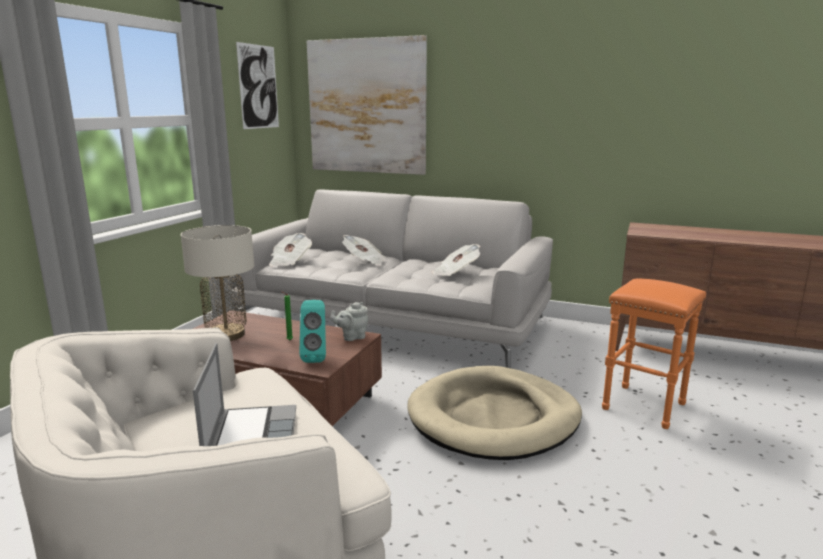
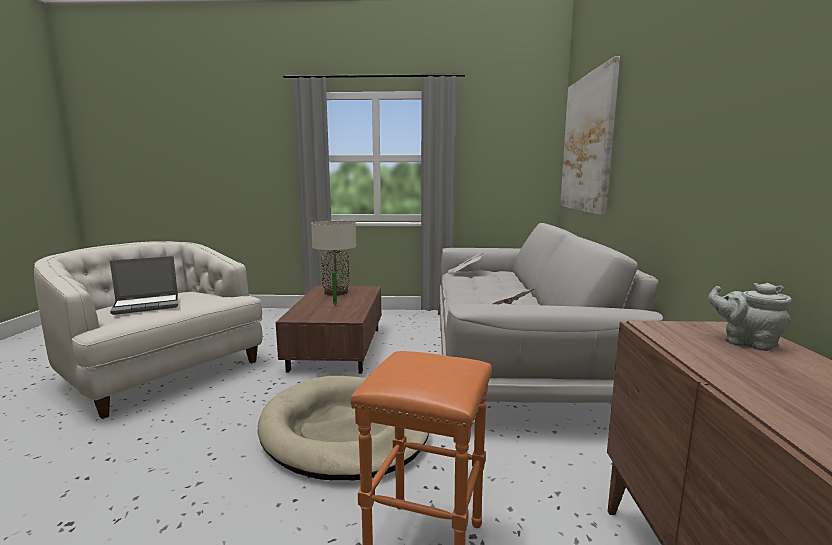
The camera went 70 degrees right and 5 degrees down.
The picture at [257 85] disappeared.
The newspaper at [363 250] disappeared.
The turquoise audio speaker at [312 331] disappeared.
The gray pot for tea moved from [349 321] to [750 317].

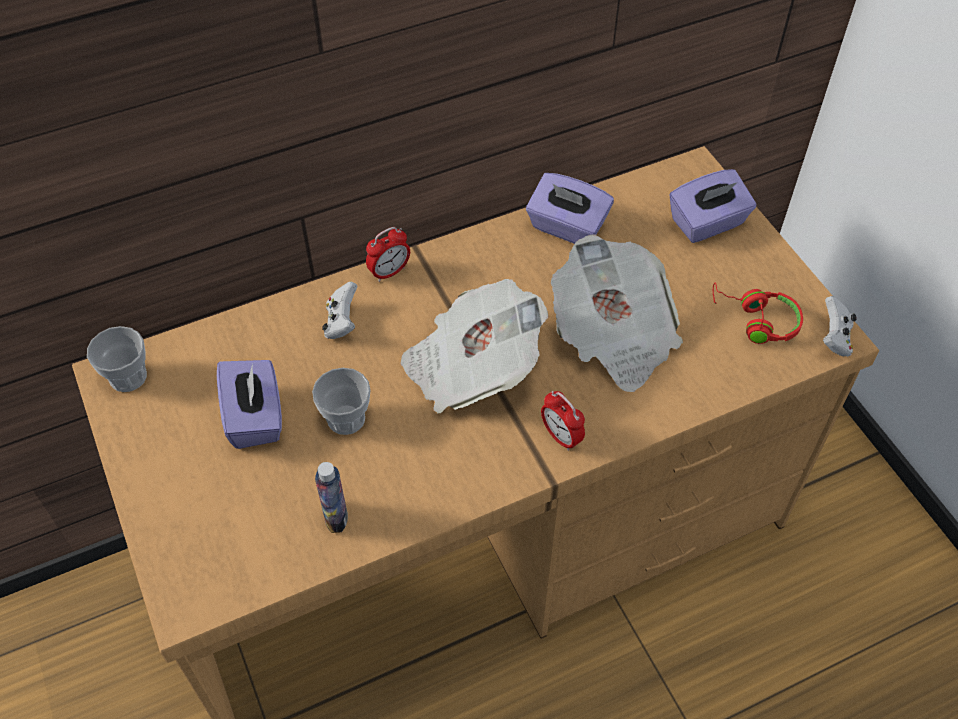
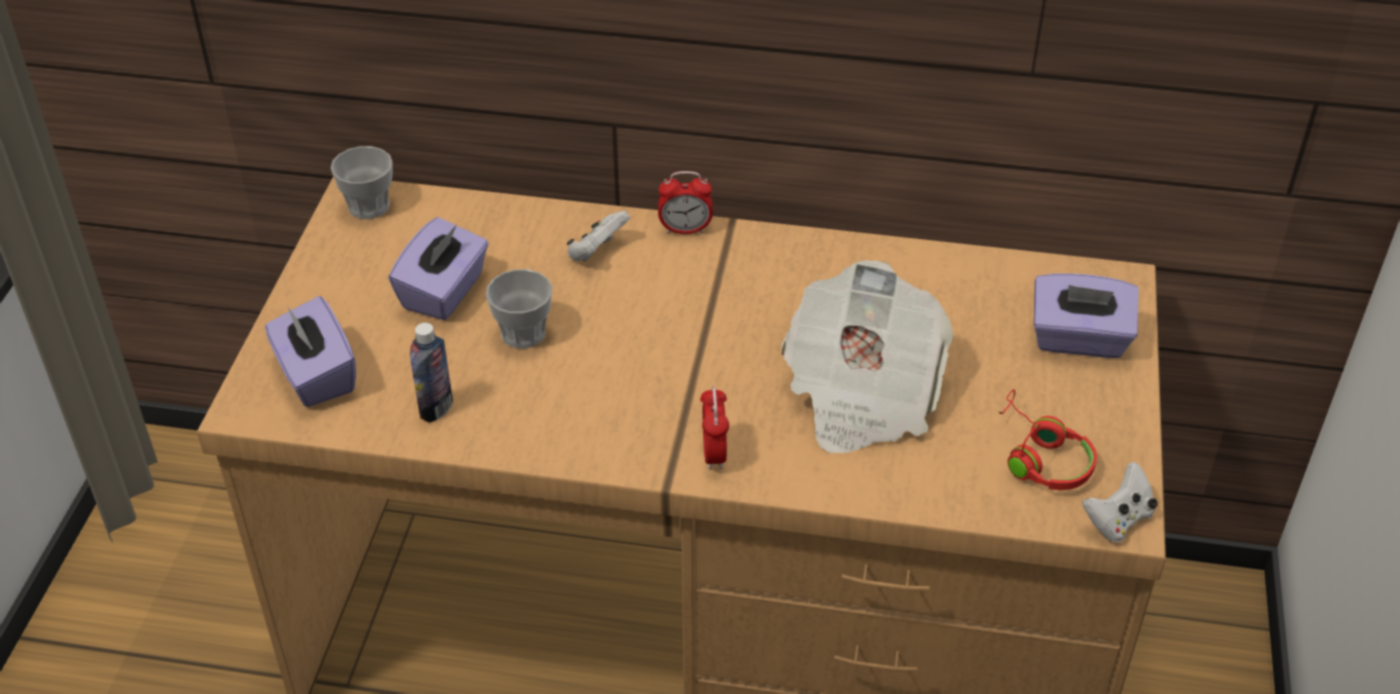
The camera went 35 degrees right and 10 degrees down.
The purple-coloured tissue holder moved from [570 208] to [310 351].
The newspaper at [474 346] disappeared.

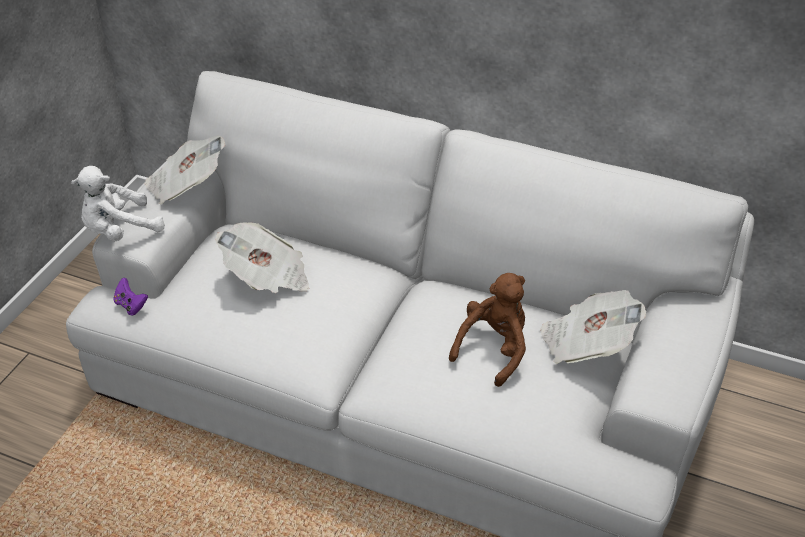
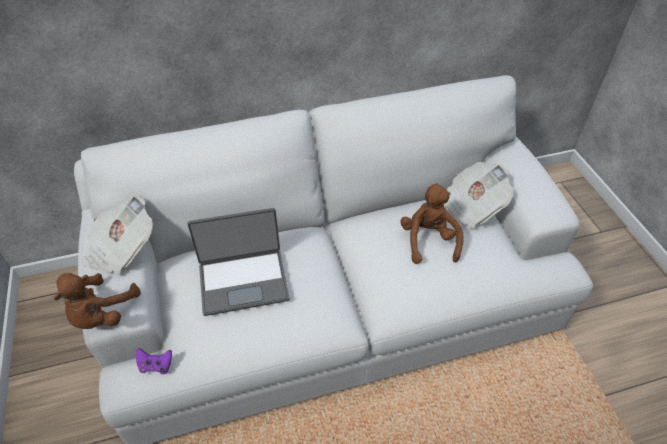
The camera went 40 degrees left and 5 degrees up.
The white plush toy at [118 203] became the brown-coloured plush toy at [97 301].
The newspaper at [262 257] was replaced by the laptop at [239 262].

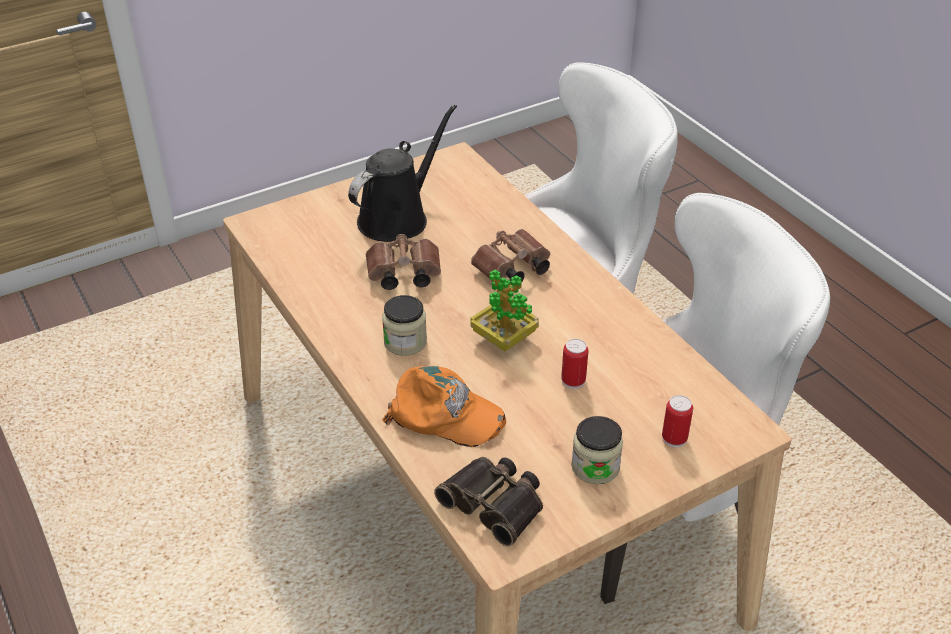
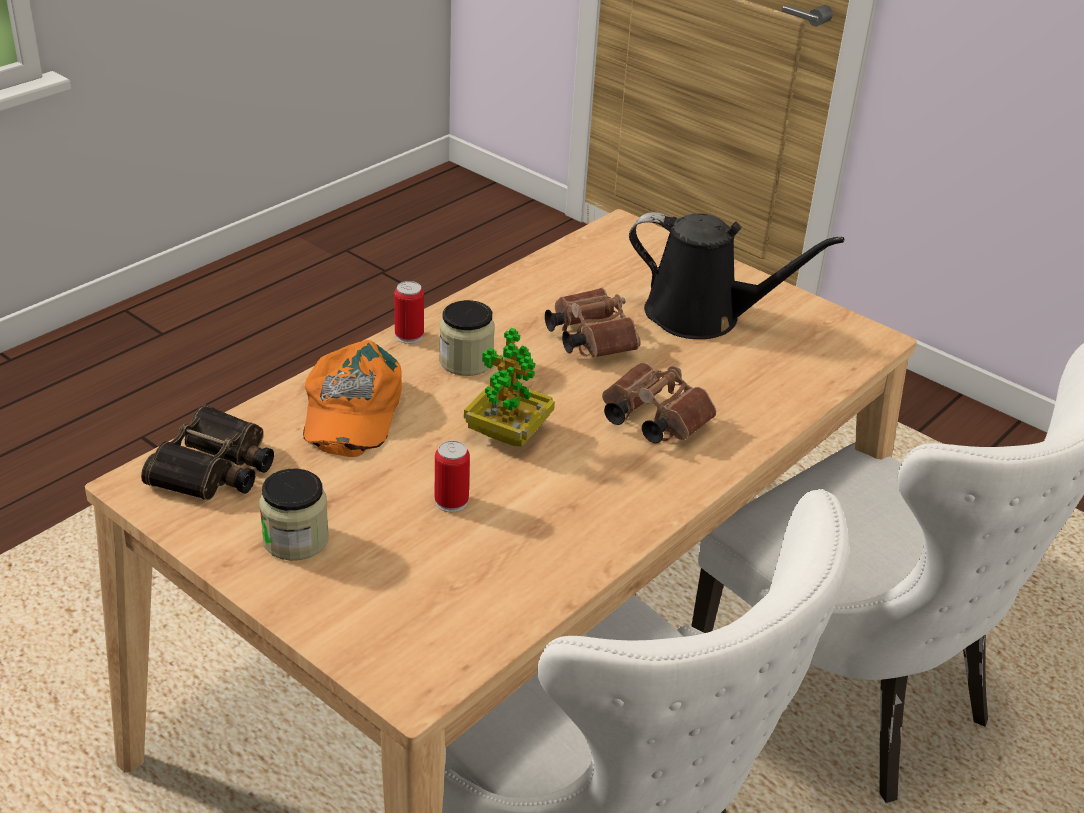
The camera went 70 degrees right and 5 degrees down.
The can moved from [677 421] to [409 312].

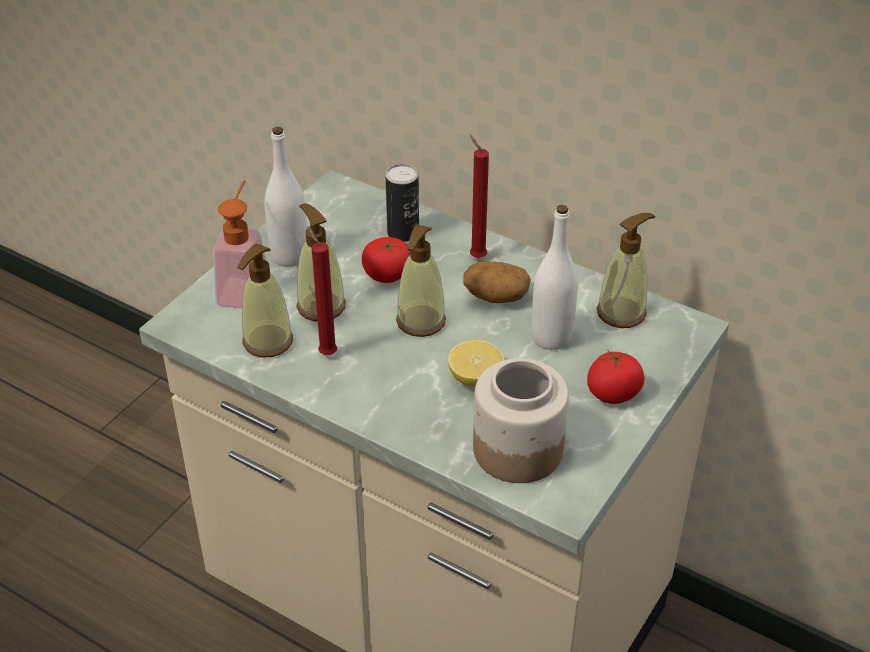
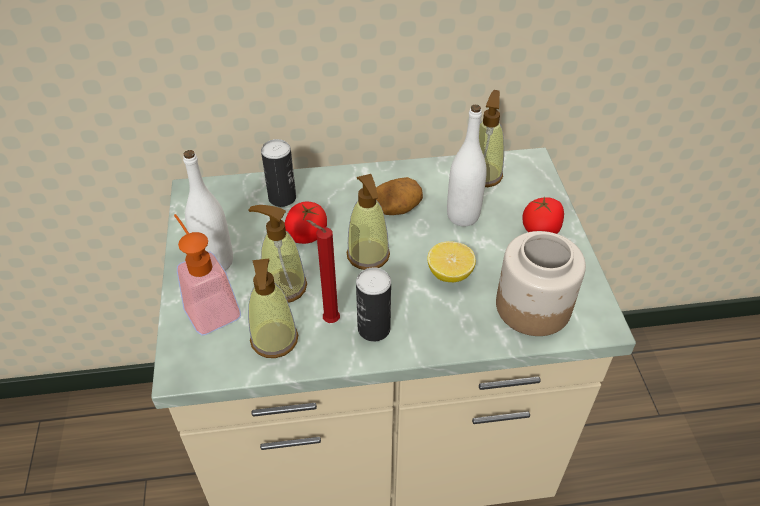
The camera went 40 degrees left and 5 degrees up.
The red wax light at [479 196] disappeared.
The can at [373 304] appeared.

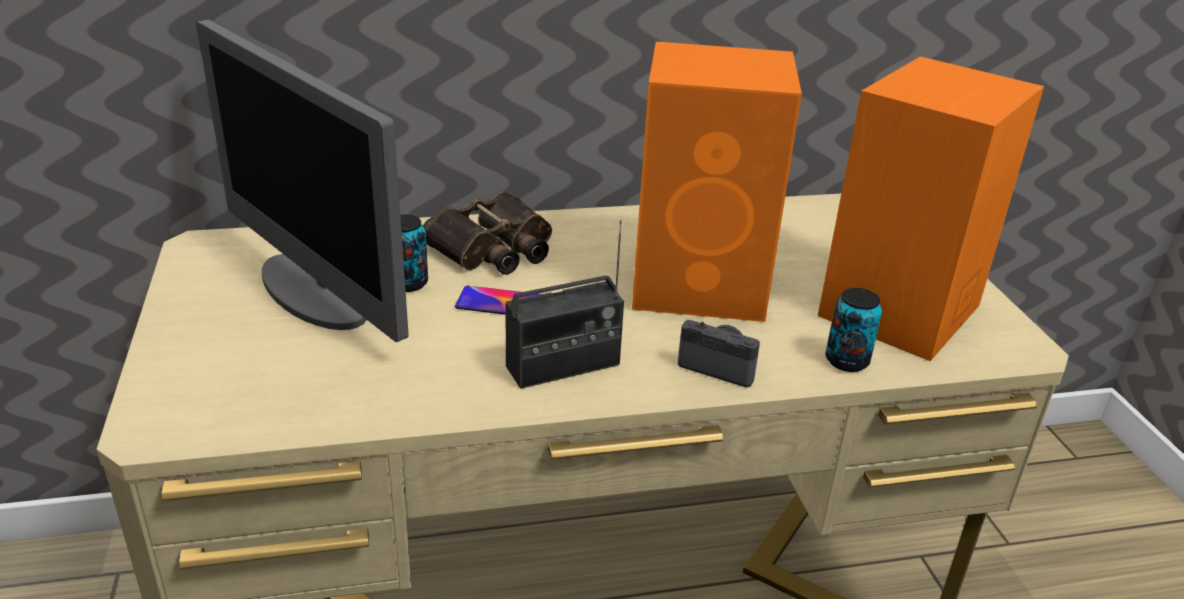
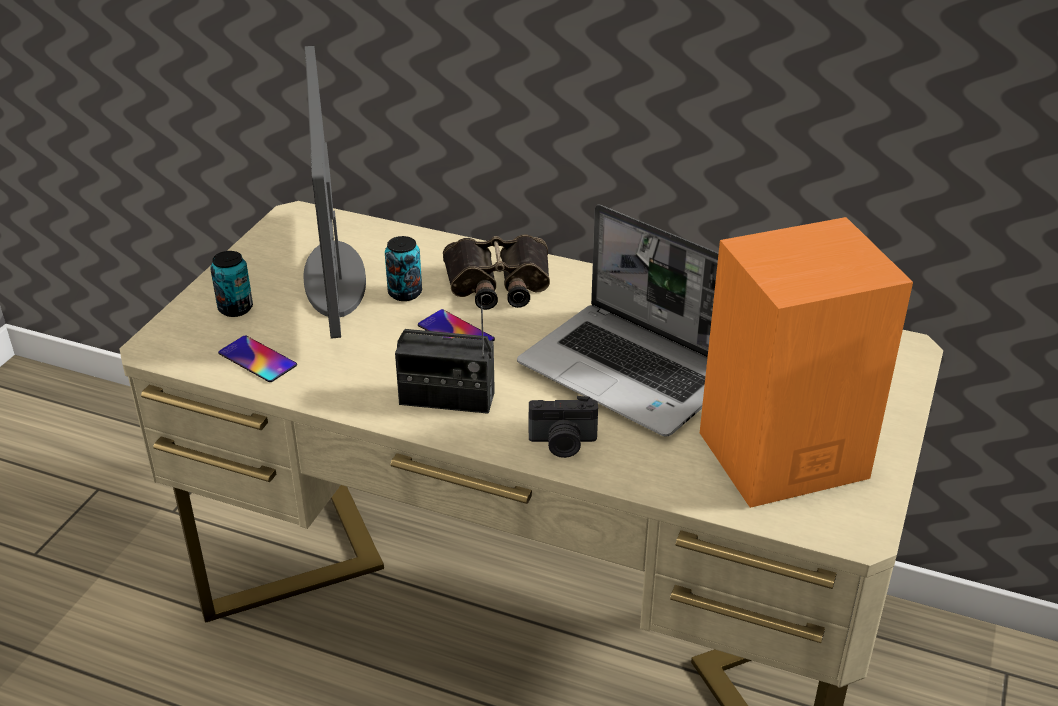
The camera went 35 degrees right and 5 degrees up.
The orangey audio speaker at [717 182] was replaced by the laptop at [618 320].
The can moved from [853 330] to [231 284].
The photo camera at [719 353] turned 120 degrees clockwise.
The phone at [257 358] appeared.

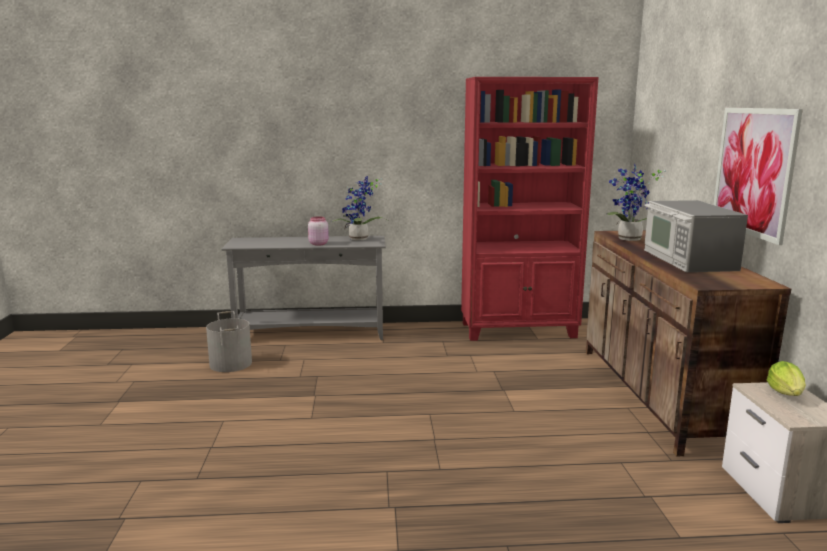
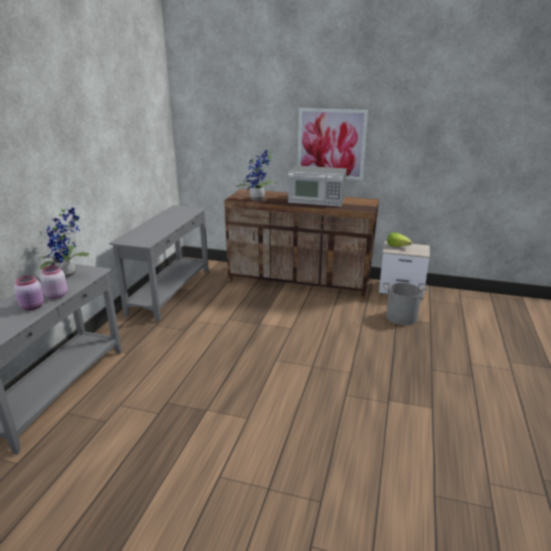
The camera went 70 degrees left and 10 degrees up.
The red bookshelf at [530 209] was replaced by the gray narrow table at [159 263].
The gray bucket moved from [229 341] to [406 304].
The pink-coloured jar at [29 293] appeared.

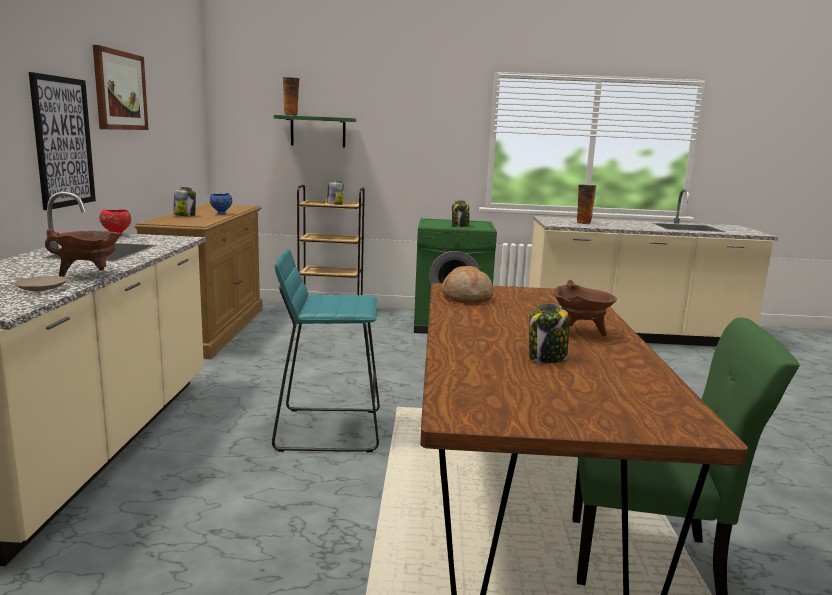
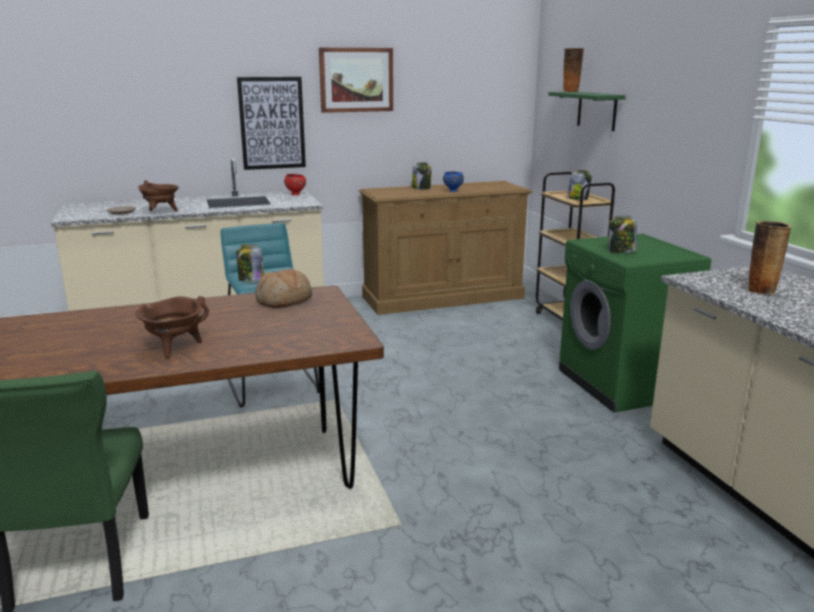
The camera went 70 degrees right and 5 degrees up.
The jar moved from [549 333] to [250 263].

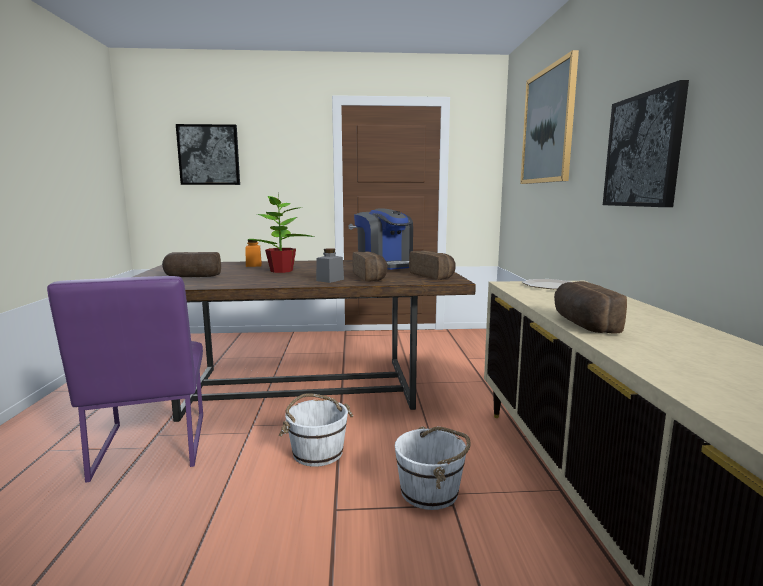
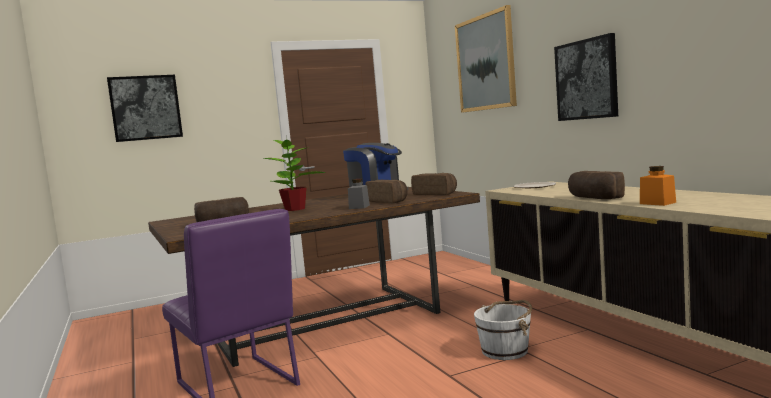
The camera went 20 degrees left and 5 degrees down.
The orangey jar moved from [253 253] to [658 186].
The white bucket at [316 430] disappeared.

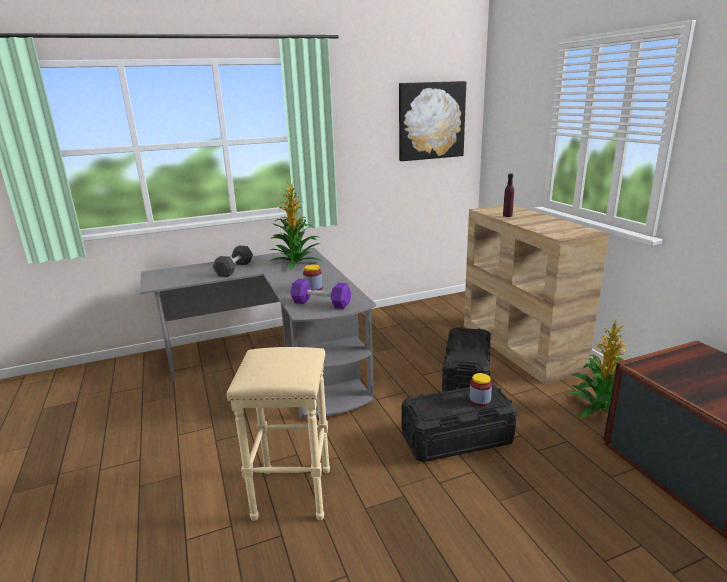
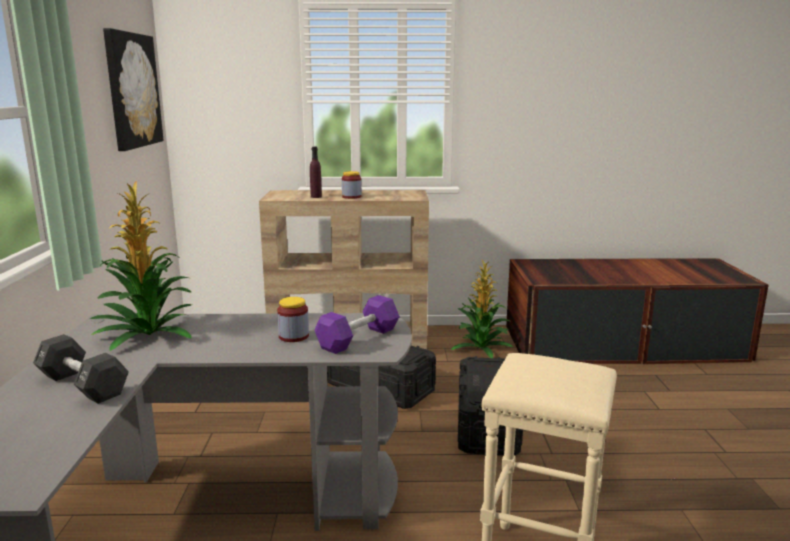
The camera went 70 degrees left and 5 degrees down.
The jar moved from [480 389] to [351 185].

